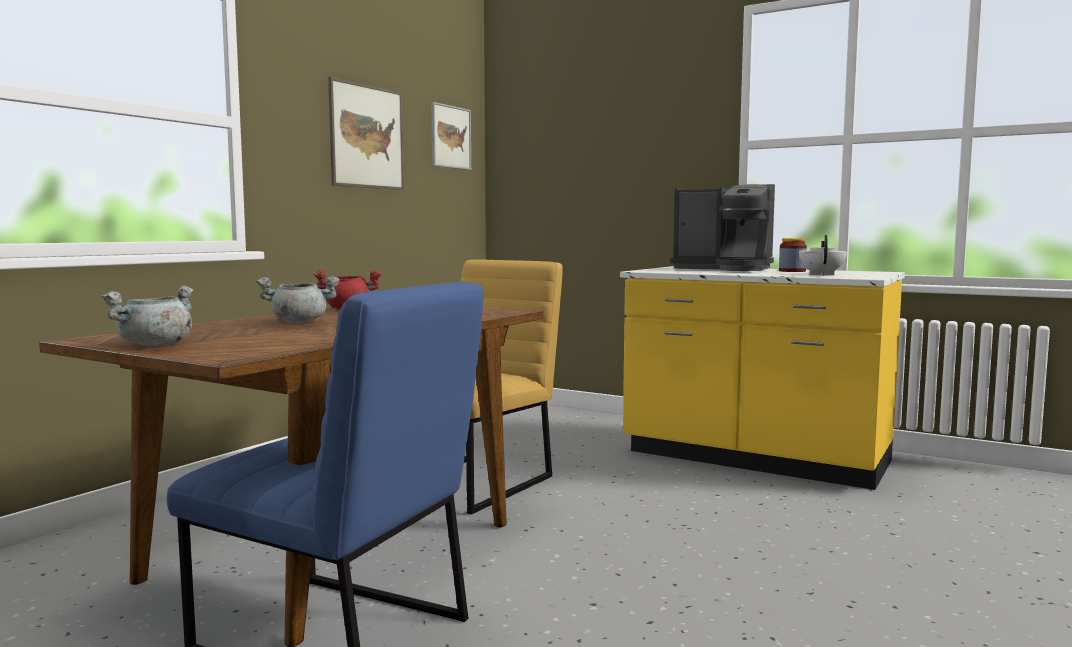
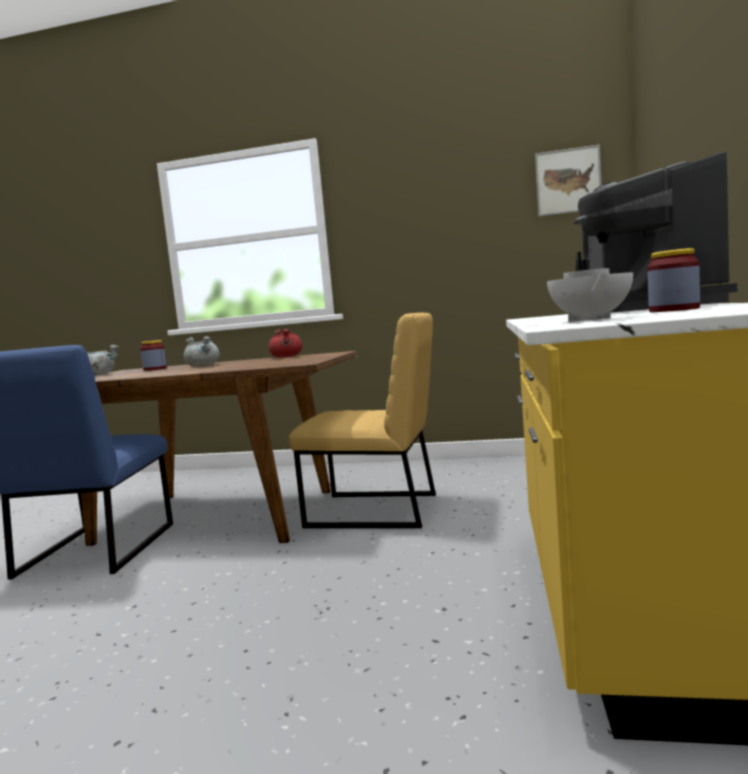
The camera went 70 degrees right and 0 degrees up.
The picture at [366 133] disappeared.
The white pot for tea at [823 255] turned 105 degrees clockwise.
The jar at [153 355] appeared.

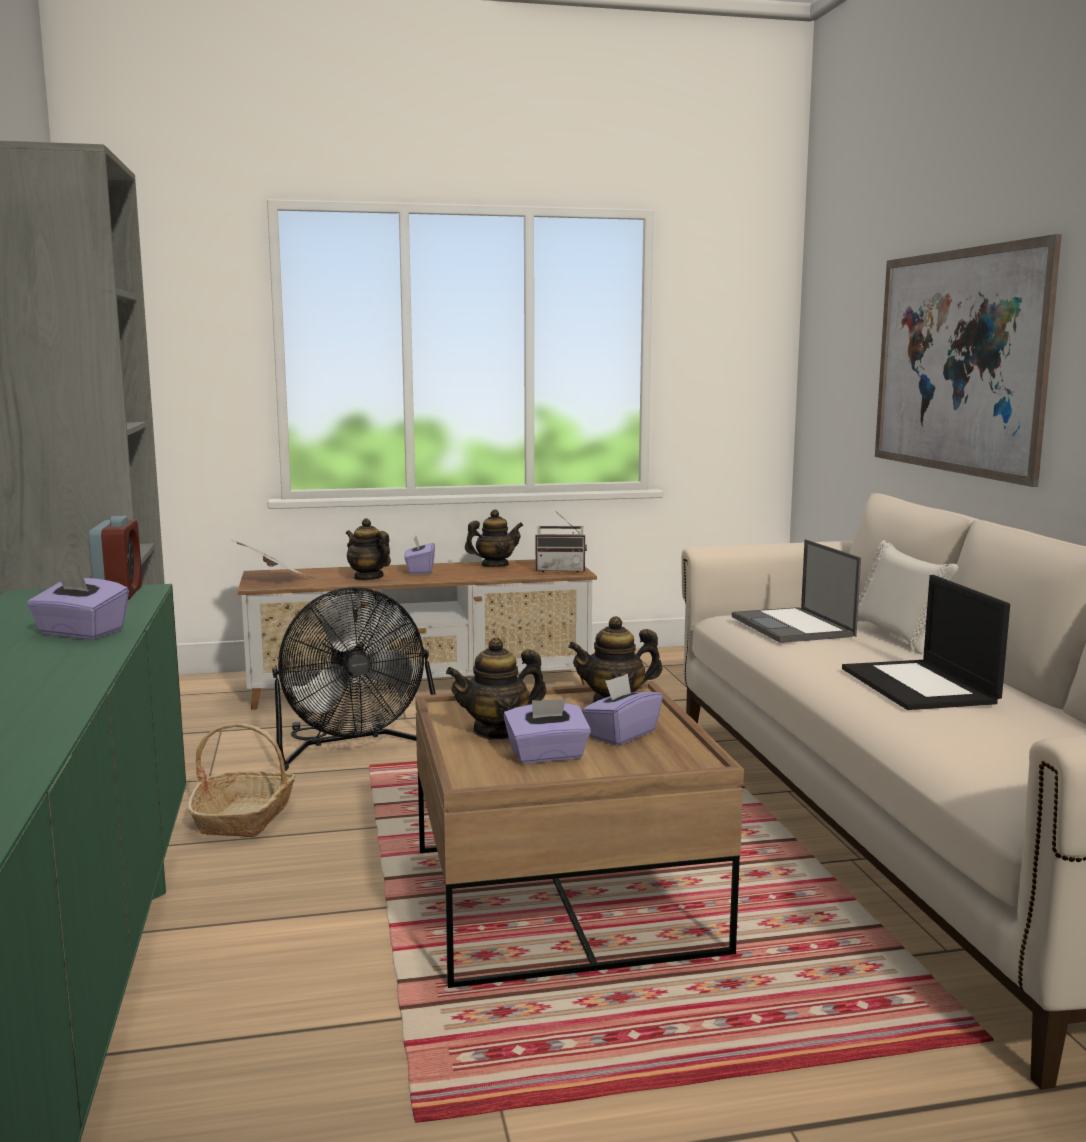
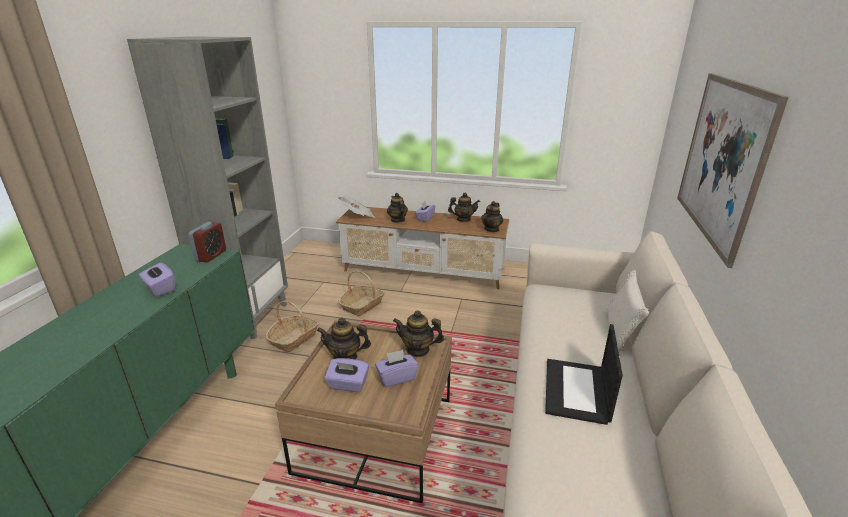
The camera went 25 degrees right and 15 degrees up.
The radio receiver at [561 542] was replaced by the pot for tea at [492 216].
The laptop at [796 591] disappeared.
The black fan at [354 679] was replaced by the household basket at [362 294].

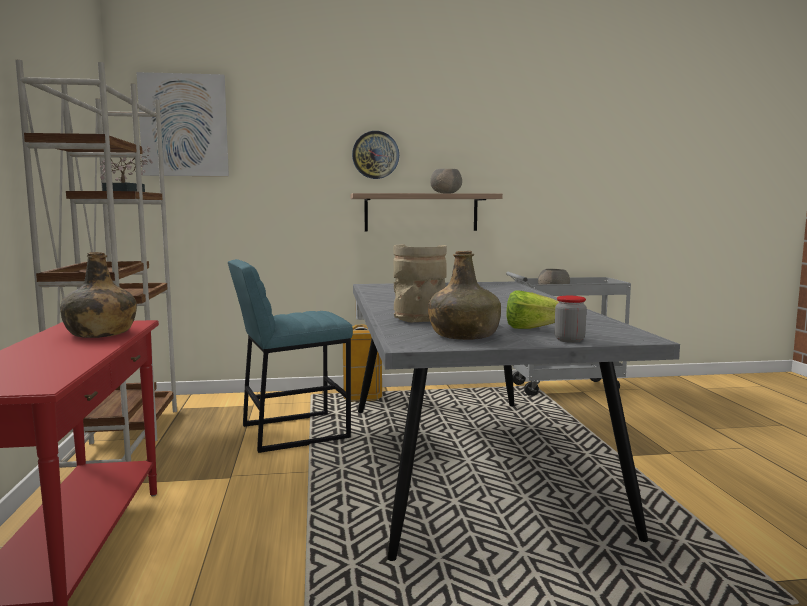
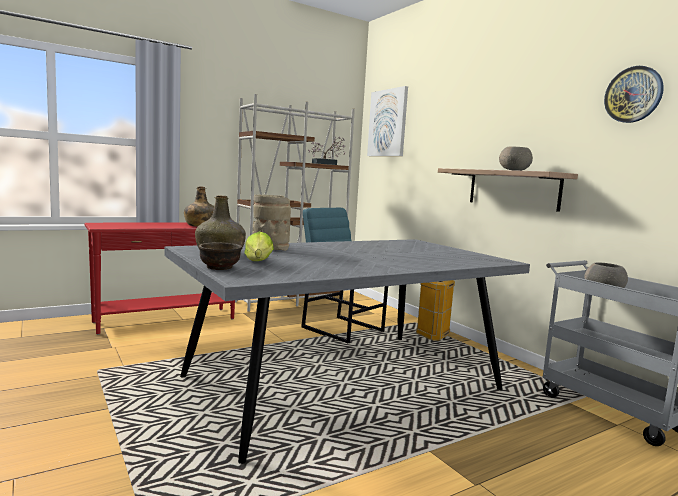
The camera went 65 degrees right and 0 degrees up.
The wall clock moved from [375 155] to [634 94].
The jar at [570 319] was replaced by the brown-coloured deep dish at [220 256].

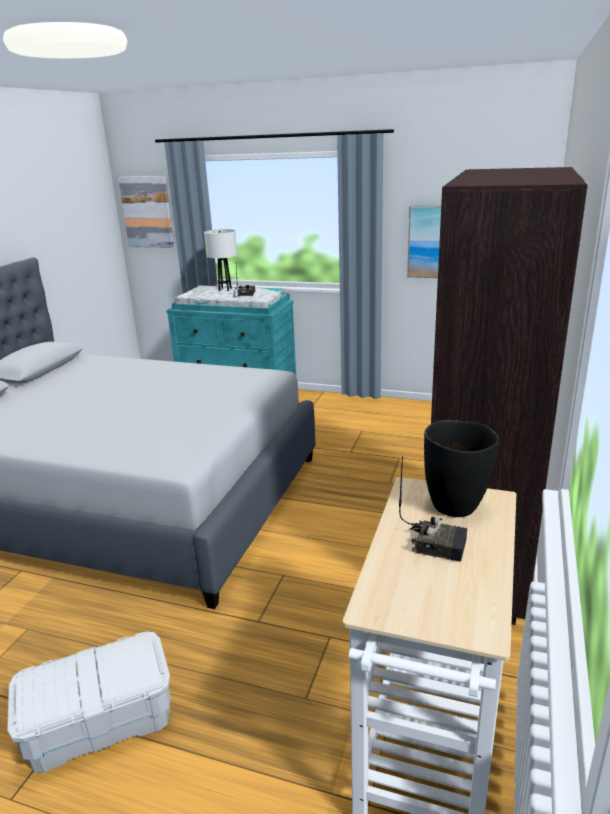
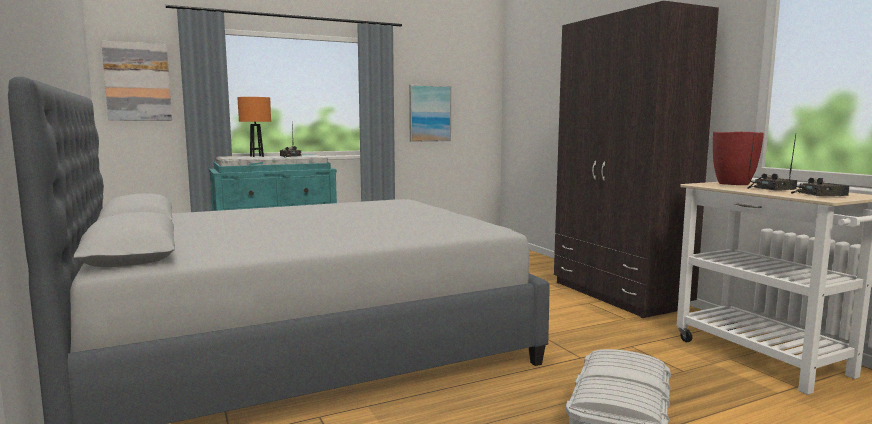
The camera went 45 degrees left and 15 degrees down.
The white table lamp at [220 260] became the orangey table lamp at [254 127].
The black decorative vase at [461 468] became the red decorative vase at [738 158].
The radio receiver at [819 165] appeared.

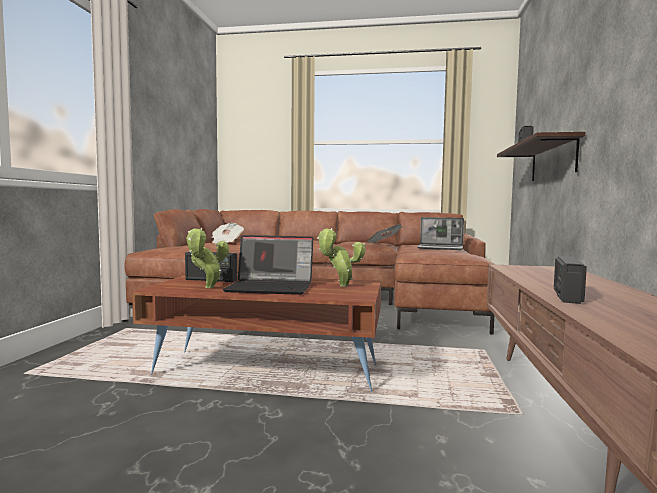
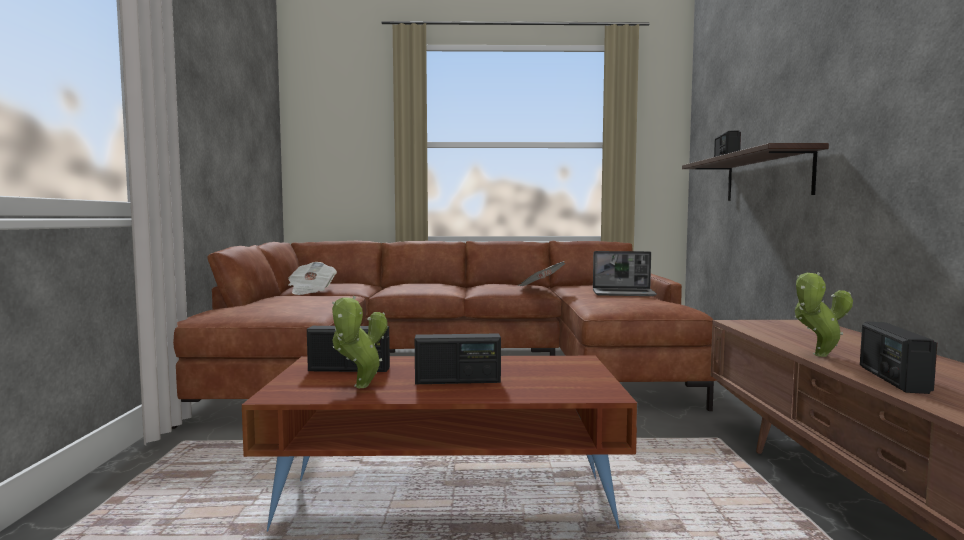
The camera went 10 degrees left and 0 degrees up.
The potted plant moved from [341 257] to [824 314].
The laptop at [267 265] was replaced by the radio receiver at [458 358].

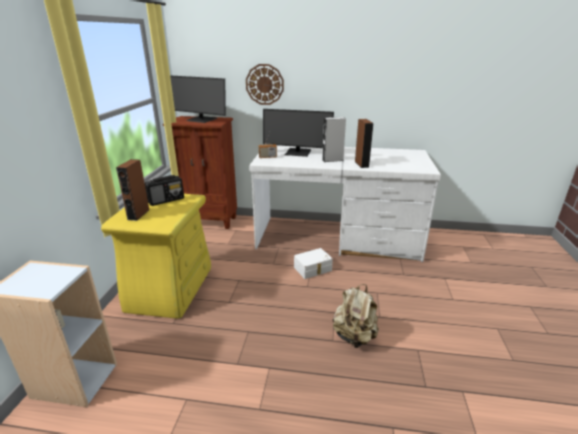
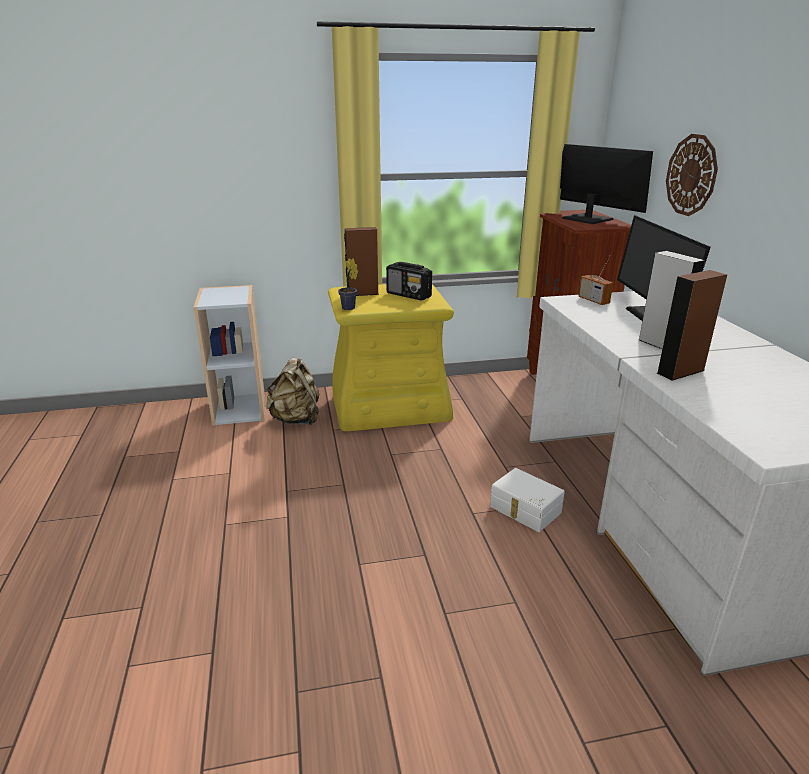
The camera went 70 degrees right and 0 degrees up.
The computer display at [198 99] turned 135 degrees clockwise.
The beige-coloured knapsack moved from [356 316] to [292 391].
The potted plant at [348 284] appeared.

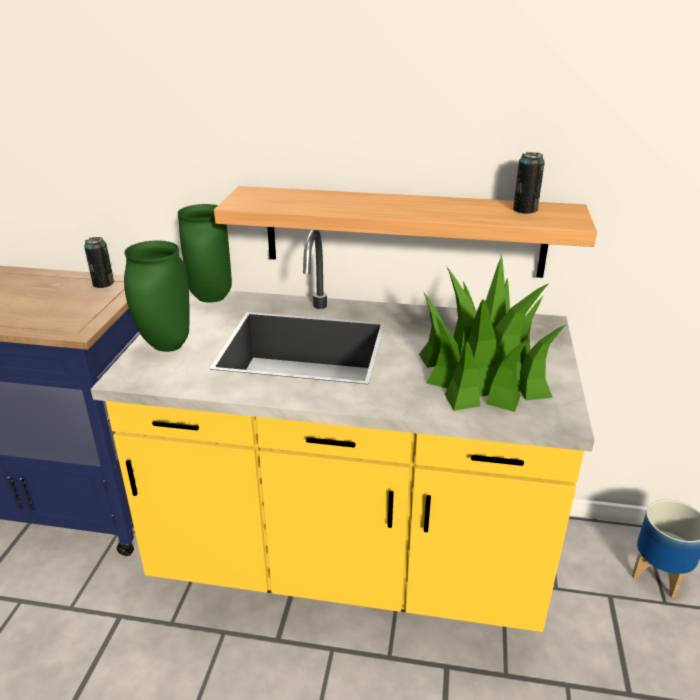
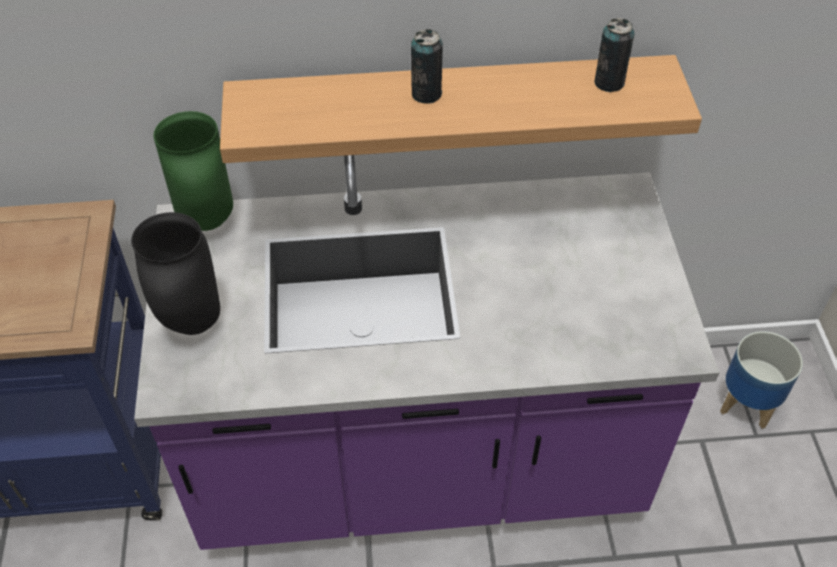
The camera went 15 degrees left and 20 degrees up.
The yellow-coloured kitchen counter at [342 431] became the purple-coloured kitchen counter at [426 352].
The can moved from [99 262] to [427 66].
The greenish decorative vase at [156 296] became the black decorative vase at [175 273].
The potted plant at [492 333] disappeared.

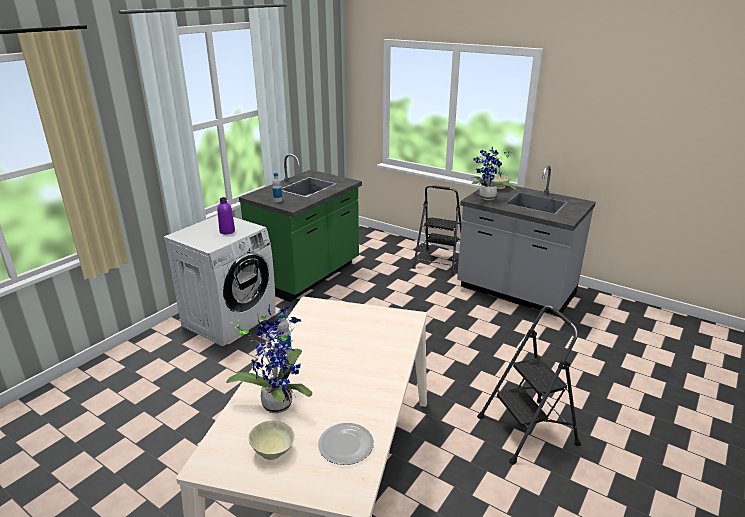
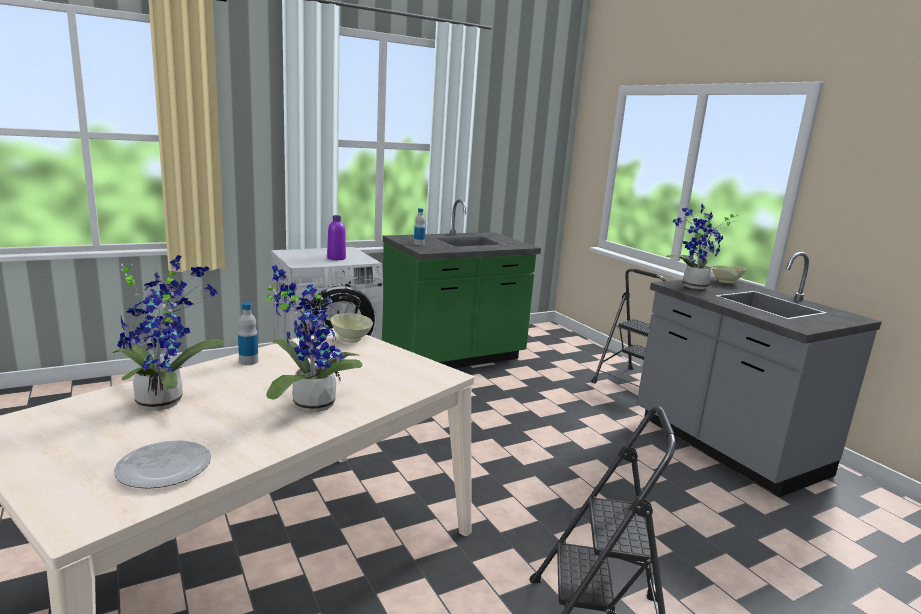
The camera went 25 degrees right and 10 degrees down.
The beige-coloured deep dish moved from [272 440] to [351 328].
The potted plant at [314 338] appeared.

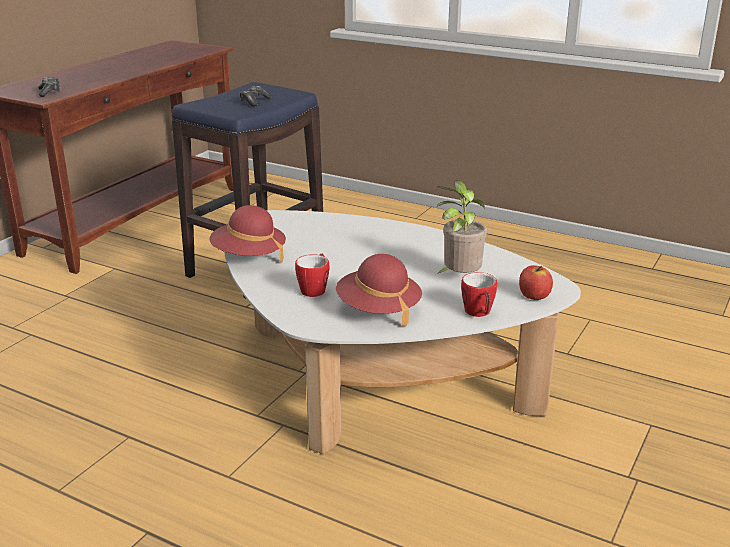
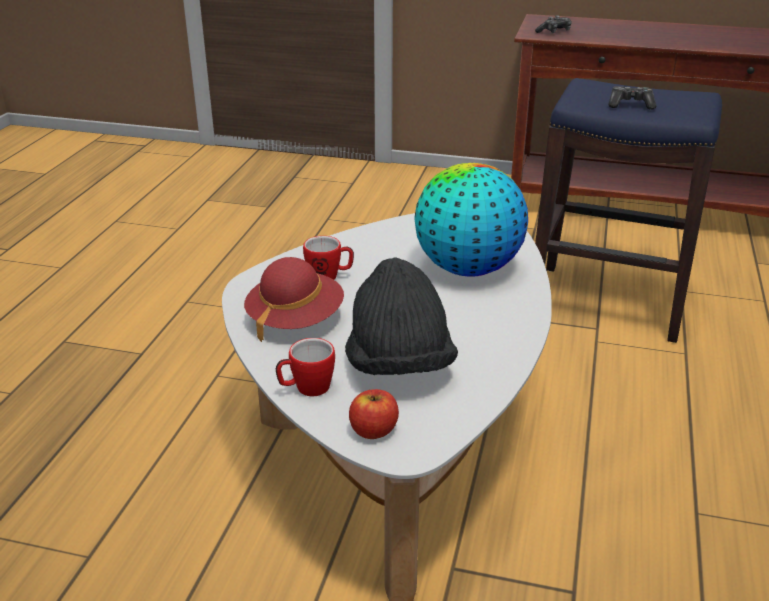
The camera went 75 degrees right and 5 degrees up.
The potted plant at [462 227] was replaced by the black wearable hat at [401 316].
The red wearable hat at [248 233] disappeared.
The globe at [471 220] appeared.

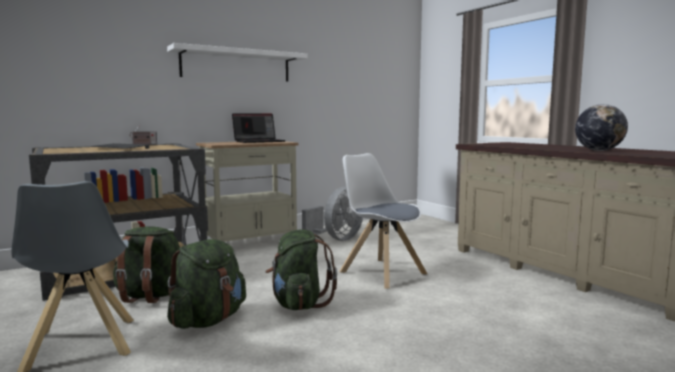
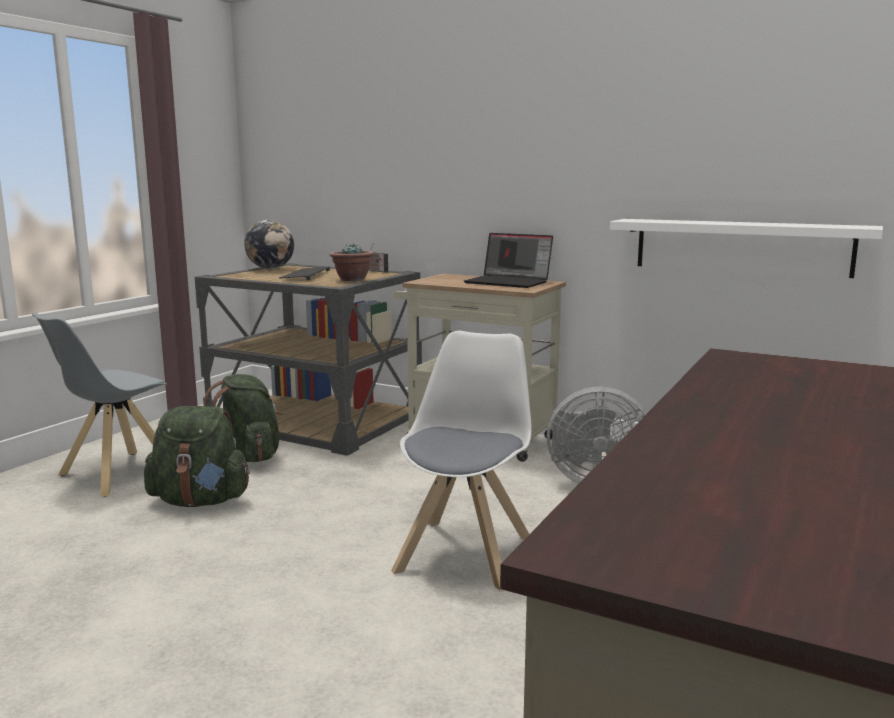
The camera went 60 degrees right and 5 degrees up.
The white shelf moved from [237 62] to [746 248].
The globe moved from [601 127] to [269 244].
The greenish knapsack at [301 269] disappeared.
The potted plant at [352 262] appeared.

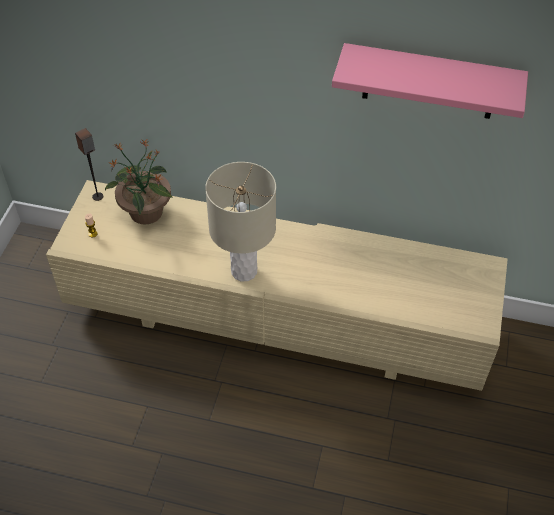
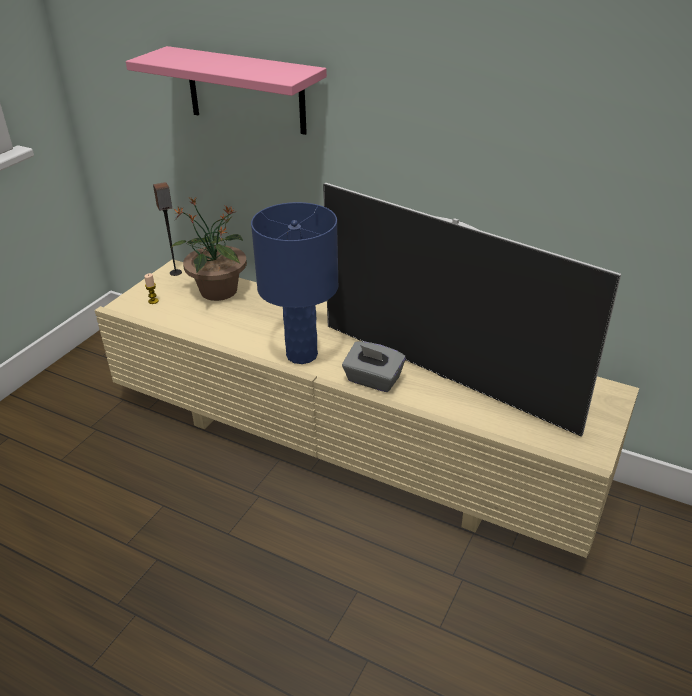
The camera went 15 degrees right and 15 degrees down.
The pink-coloured shelf moved from [430 81] to [226 90].
The beige-coloured table lamp at [240 222] became the blue table lamp at [295 283].
The TV set at [472 310] appeared.
The gray tissue holder at [374 366] appeared.

